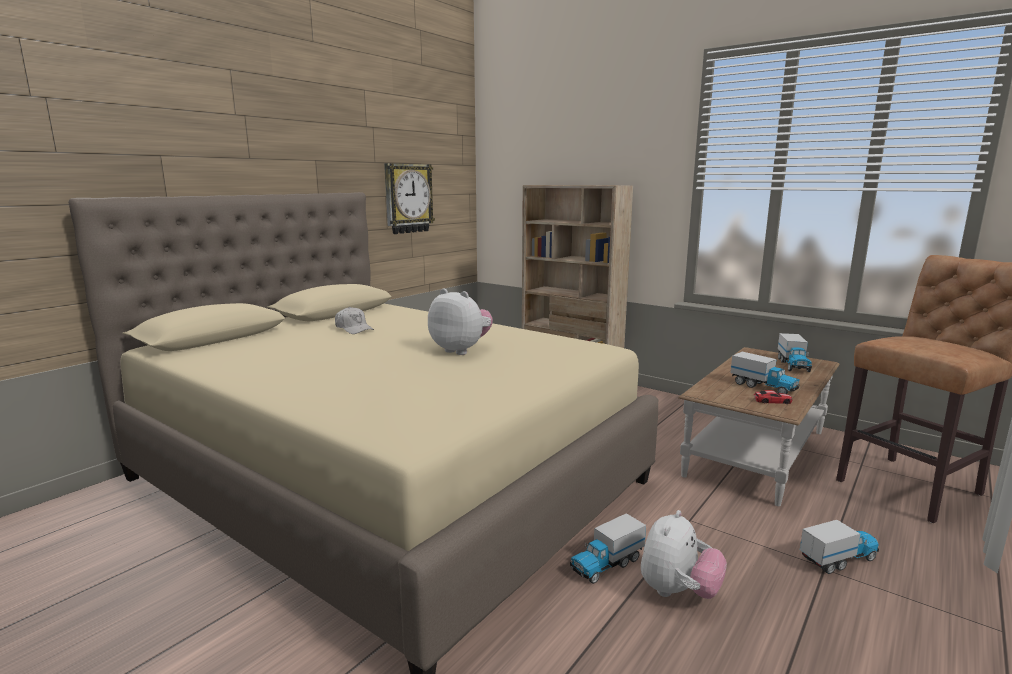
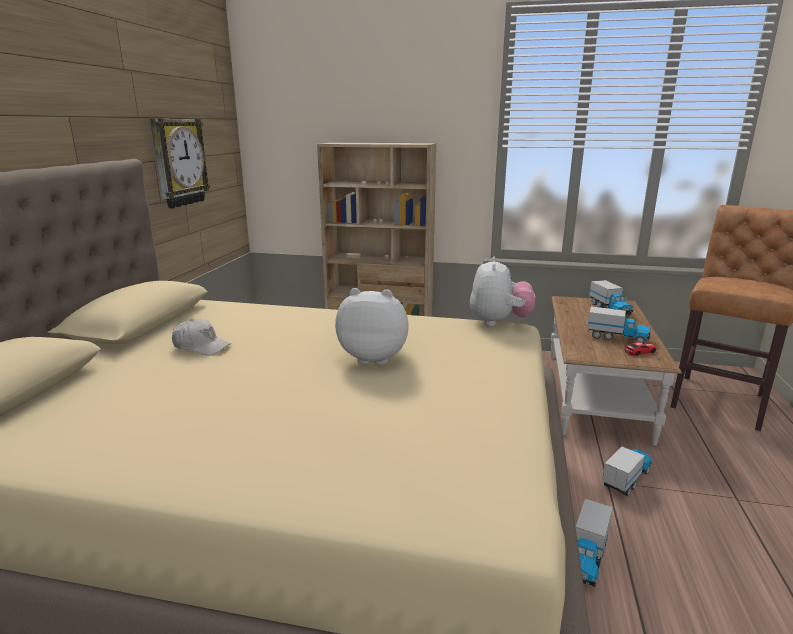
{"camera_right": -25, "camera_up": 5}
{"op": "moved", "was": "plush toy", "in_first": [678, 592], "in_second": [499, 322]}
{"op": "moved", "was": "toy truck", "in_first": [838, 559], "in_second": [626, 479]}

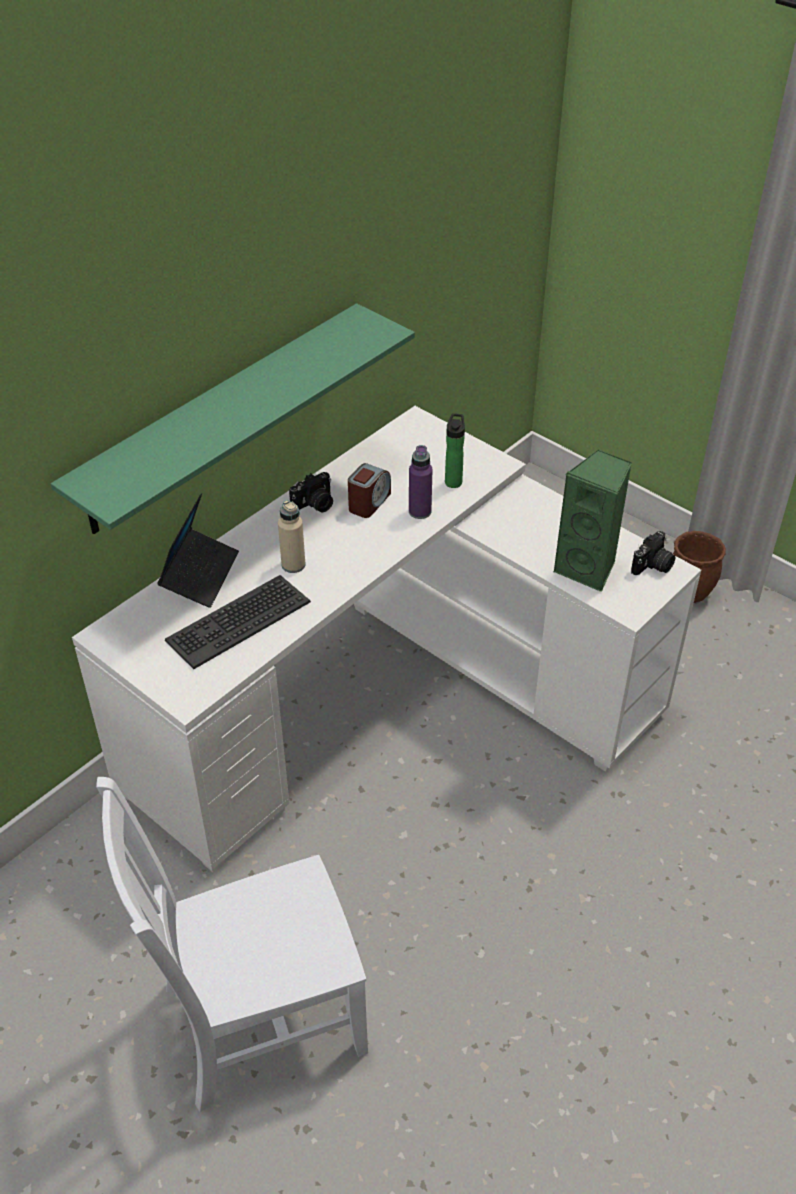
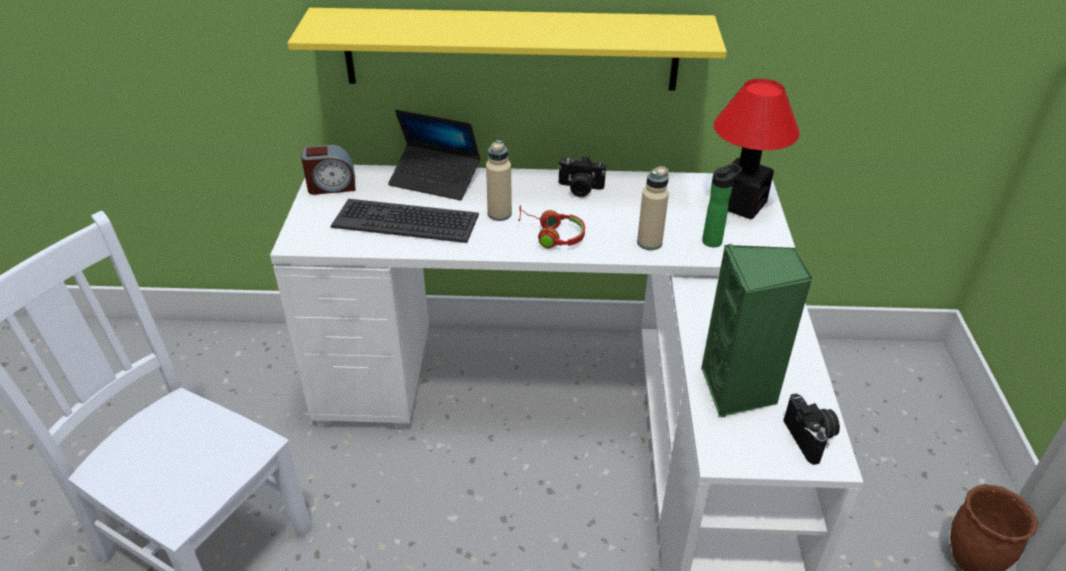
{"camera_right": 50, "camera_up": -5}
{"op": "recoloured", "was": "shelf in green", "now": "shelf in yellow", "in_first": [220, 418], "in_second": [511, 49]}
{"op": "moved", "was": "alarm clock", "in_first": [369, 502], "in_second": [331, 186]}
{"op": "turned", "was": "laptop", "in_first": [200, 574], "in_second": [435, 180], "clockwise": 45}
{"op": "added", "now": "headphones in red", "in_second": [551, 235]}
{"op": "recoloured", "was": "bottle in purple", "now": "bottle in beige", "in_first": [420, 511], "in_second": [649, 243]}
{"op": "added", "now": "table lamp", "in_second": [740, 205]}
{"op": "turned", "was": "photo camera", "in_first": [653, 566], "in_second": [811, 438], "clockwise": -105}

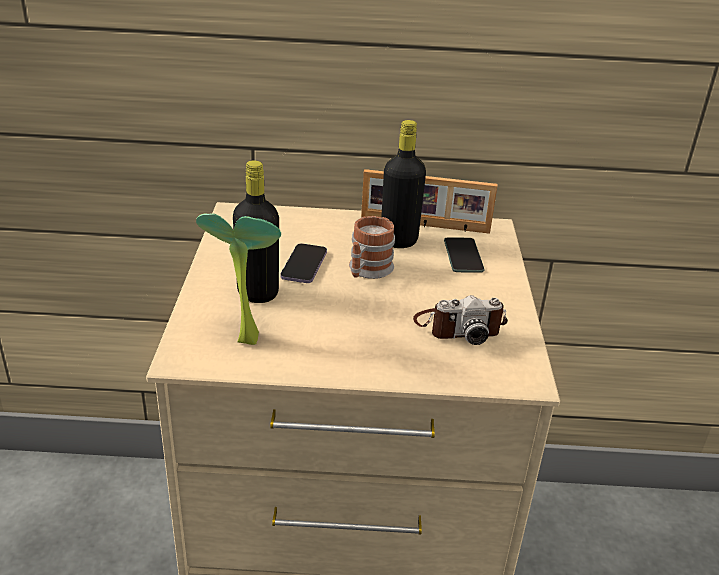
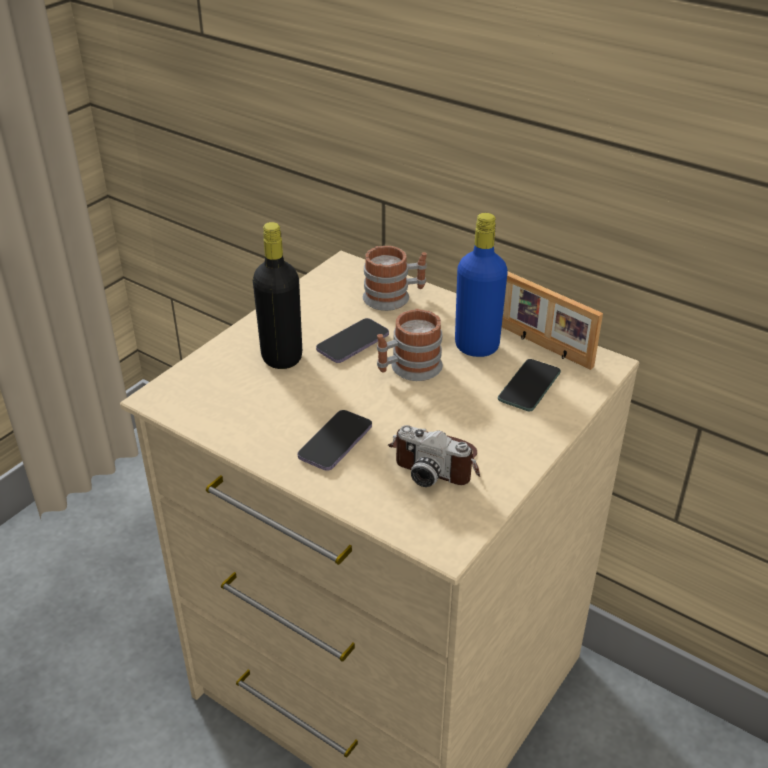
{"camera_right": 35, "camera_up": 5}
{"op": "added", "now": "phone", "in_second": [335, 442]}
{"op": "added", "now": "mug", "in_second": [394, 297]}
{"op": "recoloured", "was": "bottle in black", "now": "bottle in blue", "in_first": [399, 241], "in_second": [476, 346]}
{"op": "removed", "was": "potted plant", "in_first": [245, 336]}

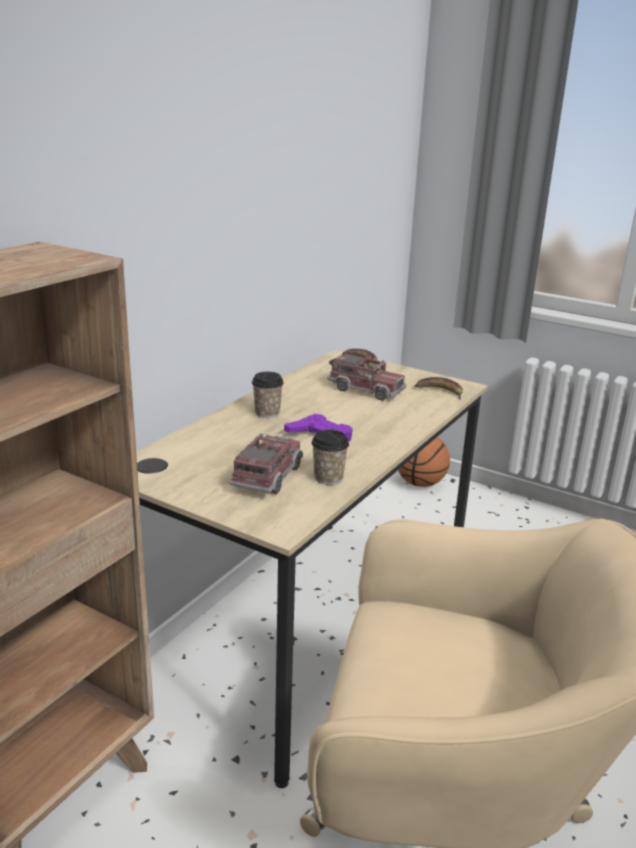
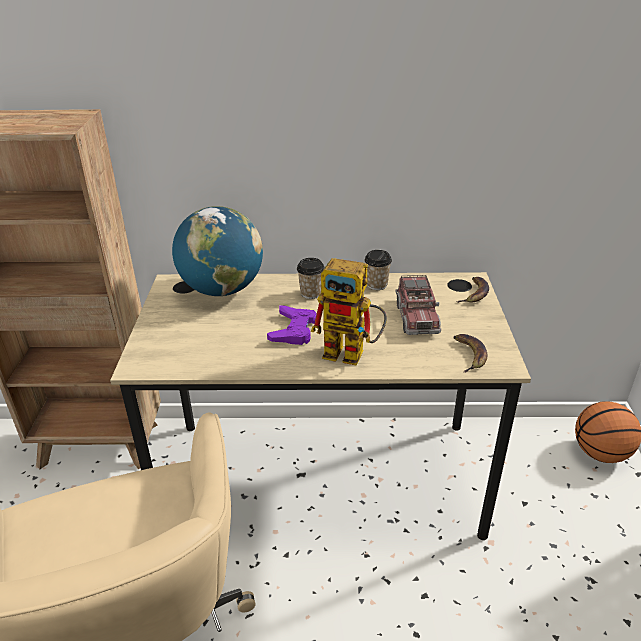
{"camera_right": 60, "camera_up": 10}
{"op": "added", "now": "globe", "in_second": [222, 289]}
{"op": "added", "now": "toy robot", "in_second": [353, 353]}
{"op": "moved", "was": "cup", "in_first": [328, 478], "in_second": [377, 285]}
{"op": "removed", "was": "toy truck", "in_first": [267, 477]}

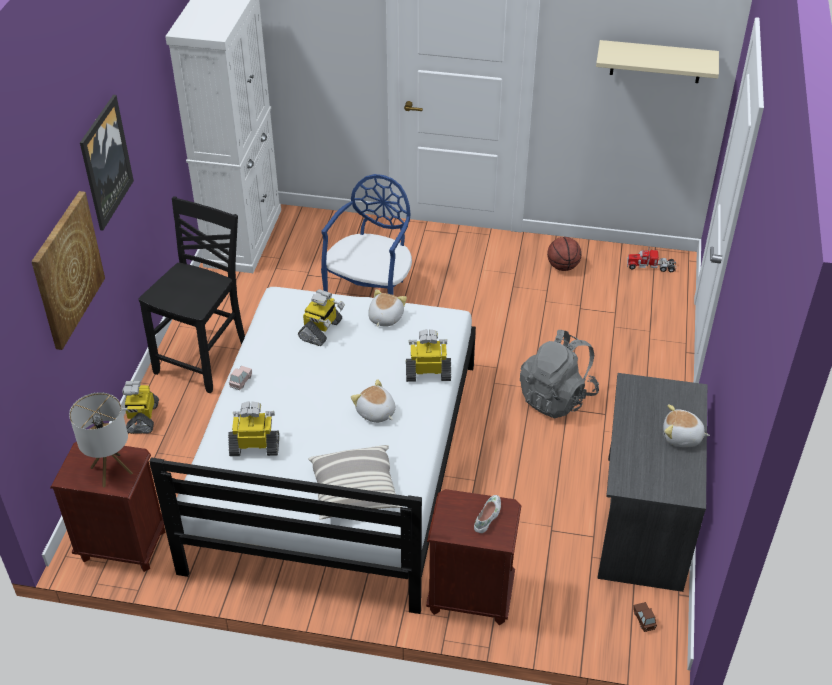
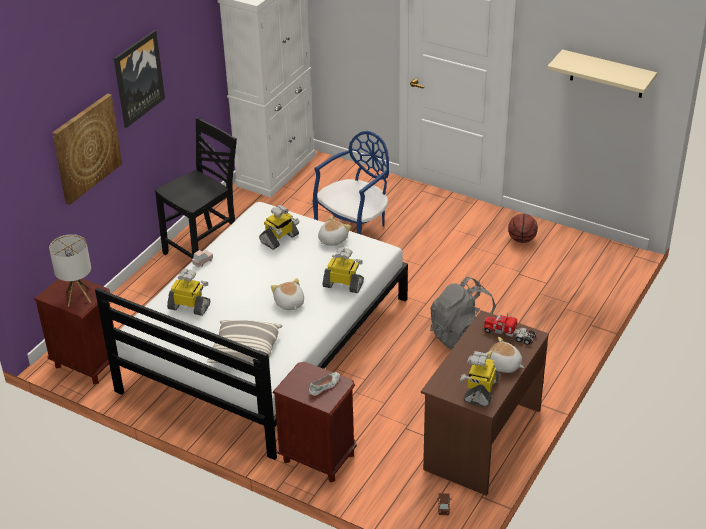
{"camera_right": 20, "camera_up": -5}
{"op": "recoloured", "was": "desk in grey", "now": "desk in brown", "in_first": [641, 521], "in_second": [481, 439]}
{"op": "moved", "was": "toy robot", "in_first": [142, 418], "in_second": [480, 390]}
{"op": "moved", "was": "toy truck", "in_first": [651, 266], "in_second": [509, 334]}

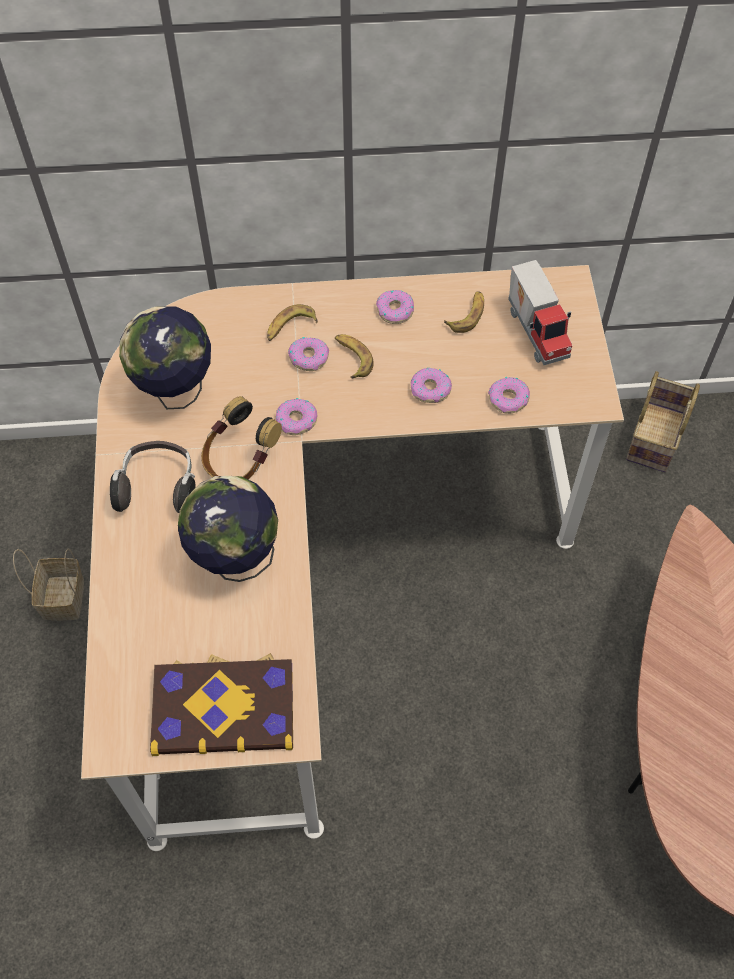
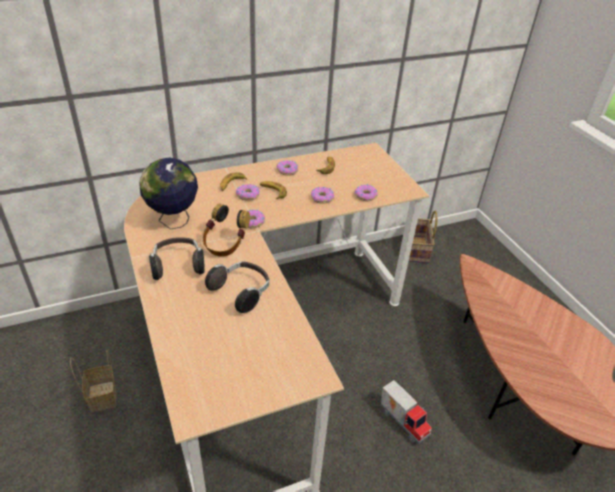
{"camera_right": -20, "camera_up": -20}
{"op": "replaced", "was": "globe", "now": "headphones", "in_first": [235, 560], "in_second": [241, 292]}
{"op": "moved", "was": "toy truck", "in_first": [538, 331], "in_second": [404, 421]}
{"op": "removed", "was": "book", "in_first": [223, 706]}

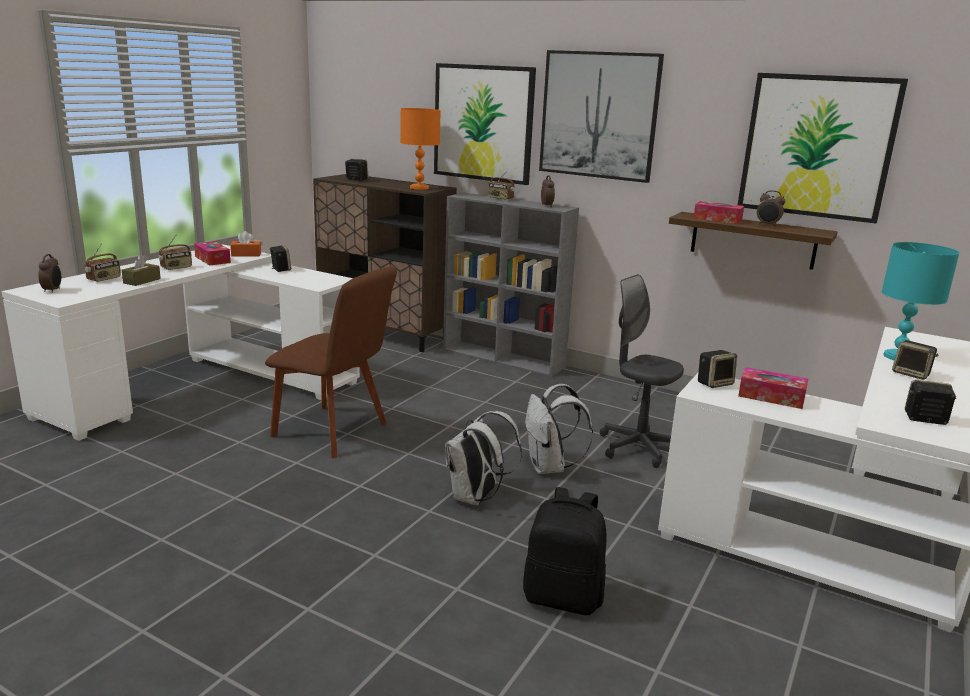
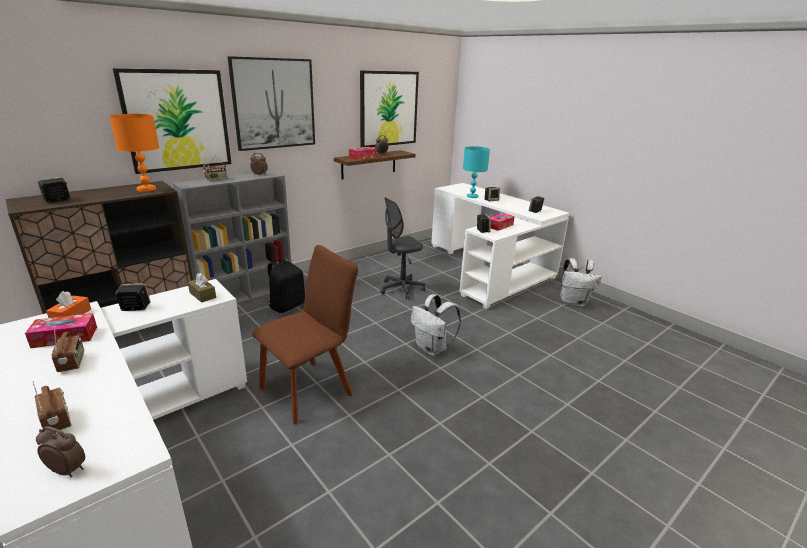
{"camera_right": -70, "camera_up": 5}
{"op": "moved", "was": "tissue box in brown", "in_first": [142, 281], "in_second": [202, 295]}
{"op": "moved", "was": "backpack in black", "in_first": [563, 597], "in_second": [287, 306]}
{"op": "moved", "was": "backpack in white", "in_first": [549, 467], "in_second": [573, 302]}

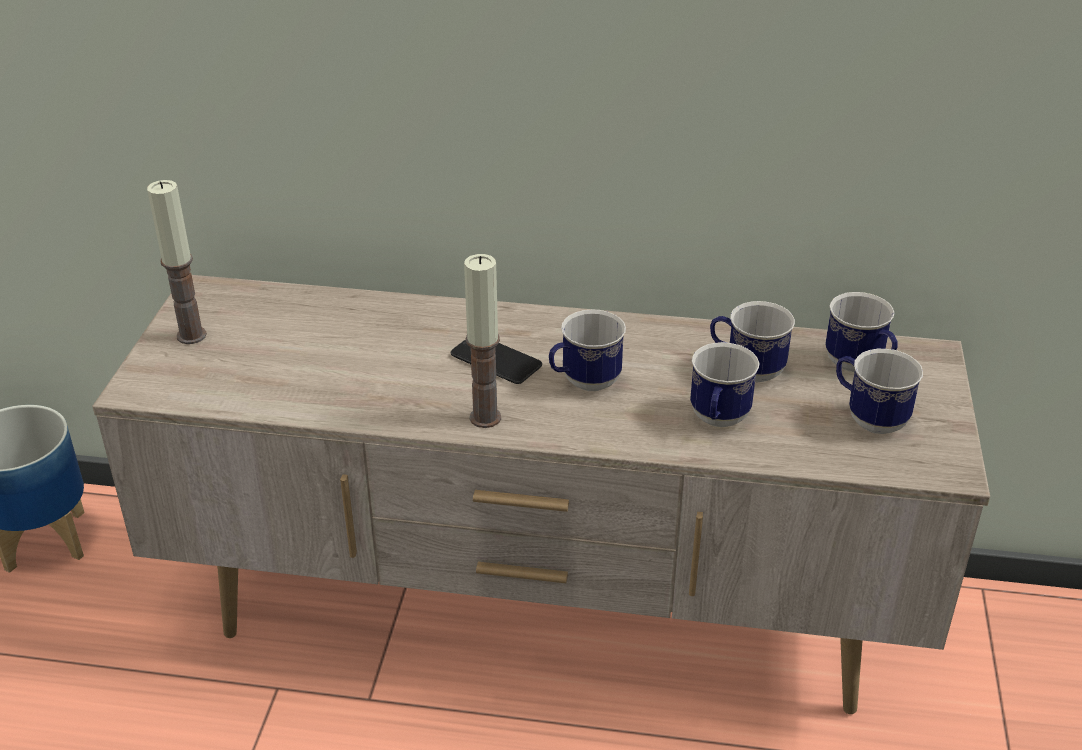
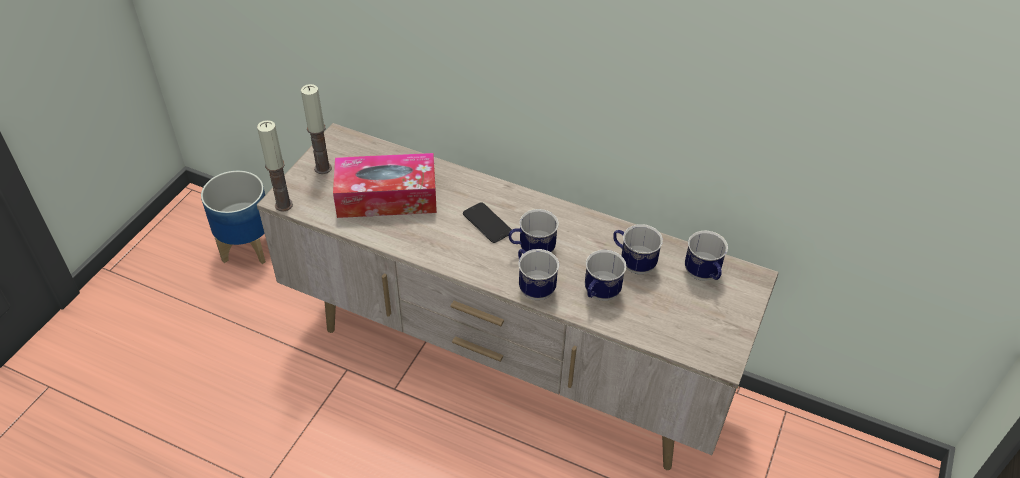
{"camera_right": 15, "camera_up": 10}
{"op": "moved", "was": "candle", "in_first": [485, 418], "in_second": [283, 205]}
{"op": "added", "now": "tissue box", "in_second": [387, 197]}
{"op": "moved", "was": "mug", "in_first": [868, 418], "in_second": [533, 287]}

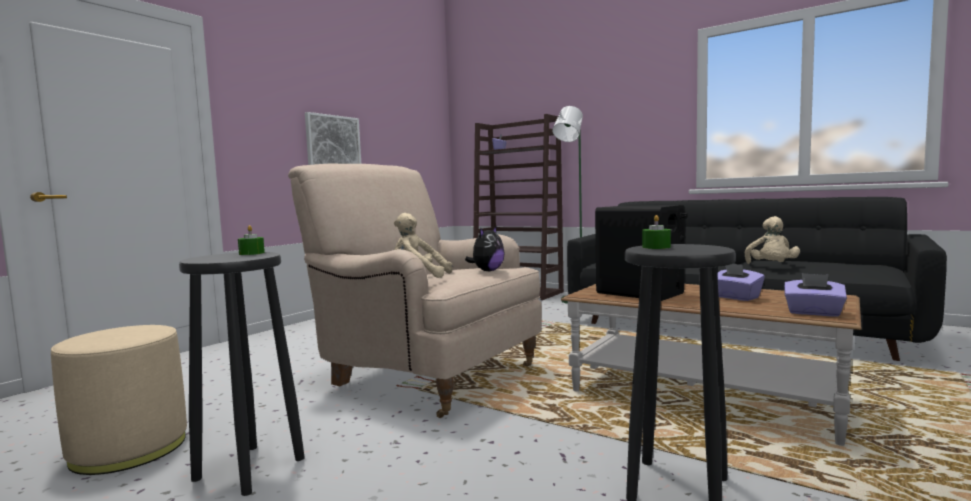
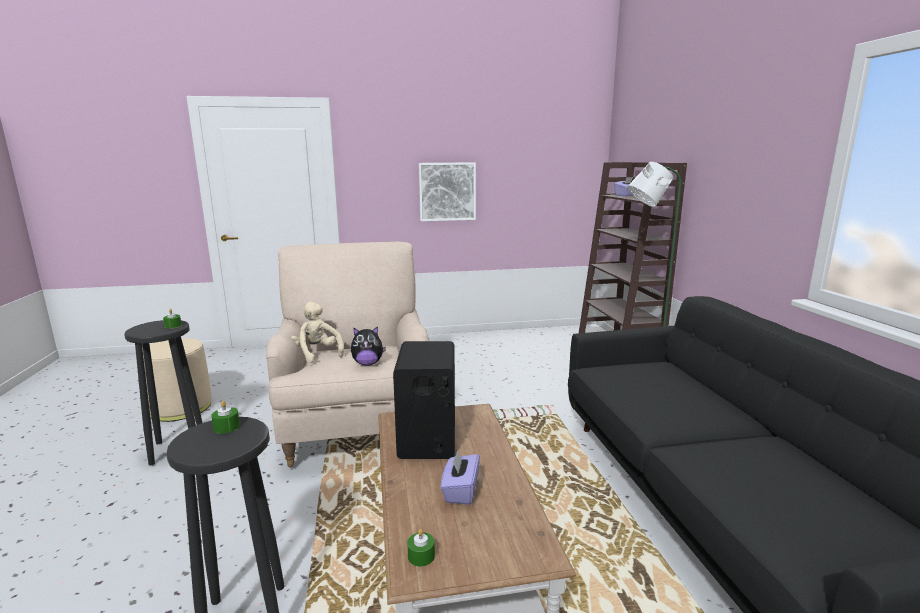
{"camera_right": 45, "camera_up": 10}
{"op": "replaced", "was": "tissue box in purple", "now": "candle in green", "in_first": [813, 313], "in_second": [421, 556]}
{"op": "removed", "was": "plush toy in beige", "in_first": [771, 266]}

